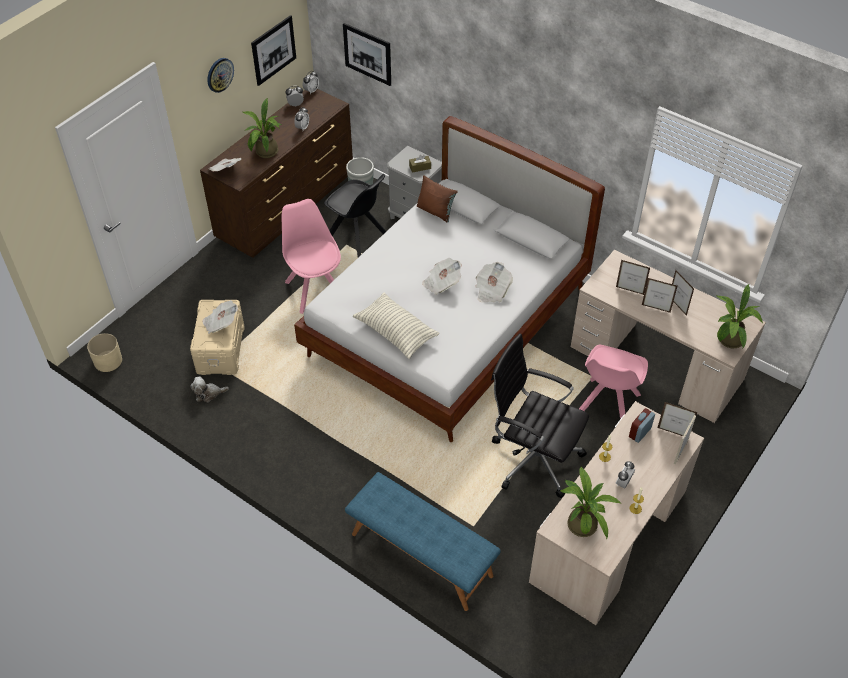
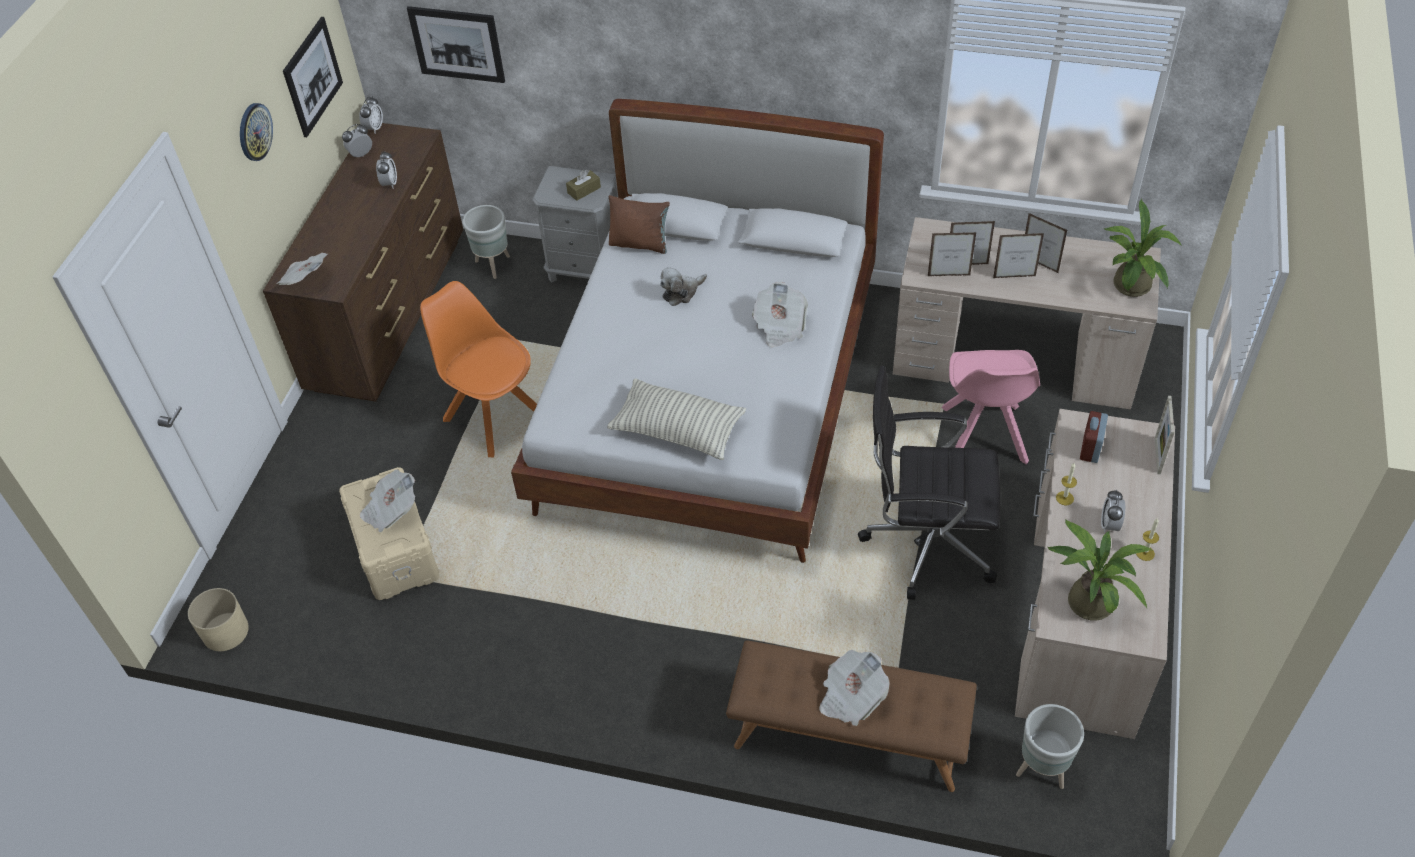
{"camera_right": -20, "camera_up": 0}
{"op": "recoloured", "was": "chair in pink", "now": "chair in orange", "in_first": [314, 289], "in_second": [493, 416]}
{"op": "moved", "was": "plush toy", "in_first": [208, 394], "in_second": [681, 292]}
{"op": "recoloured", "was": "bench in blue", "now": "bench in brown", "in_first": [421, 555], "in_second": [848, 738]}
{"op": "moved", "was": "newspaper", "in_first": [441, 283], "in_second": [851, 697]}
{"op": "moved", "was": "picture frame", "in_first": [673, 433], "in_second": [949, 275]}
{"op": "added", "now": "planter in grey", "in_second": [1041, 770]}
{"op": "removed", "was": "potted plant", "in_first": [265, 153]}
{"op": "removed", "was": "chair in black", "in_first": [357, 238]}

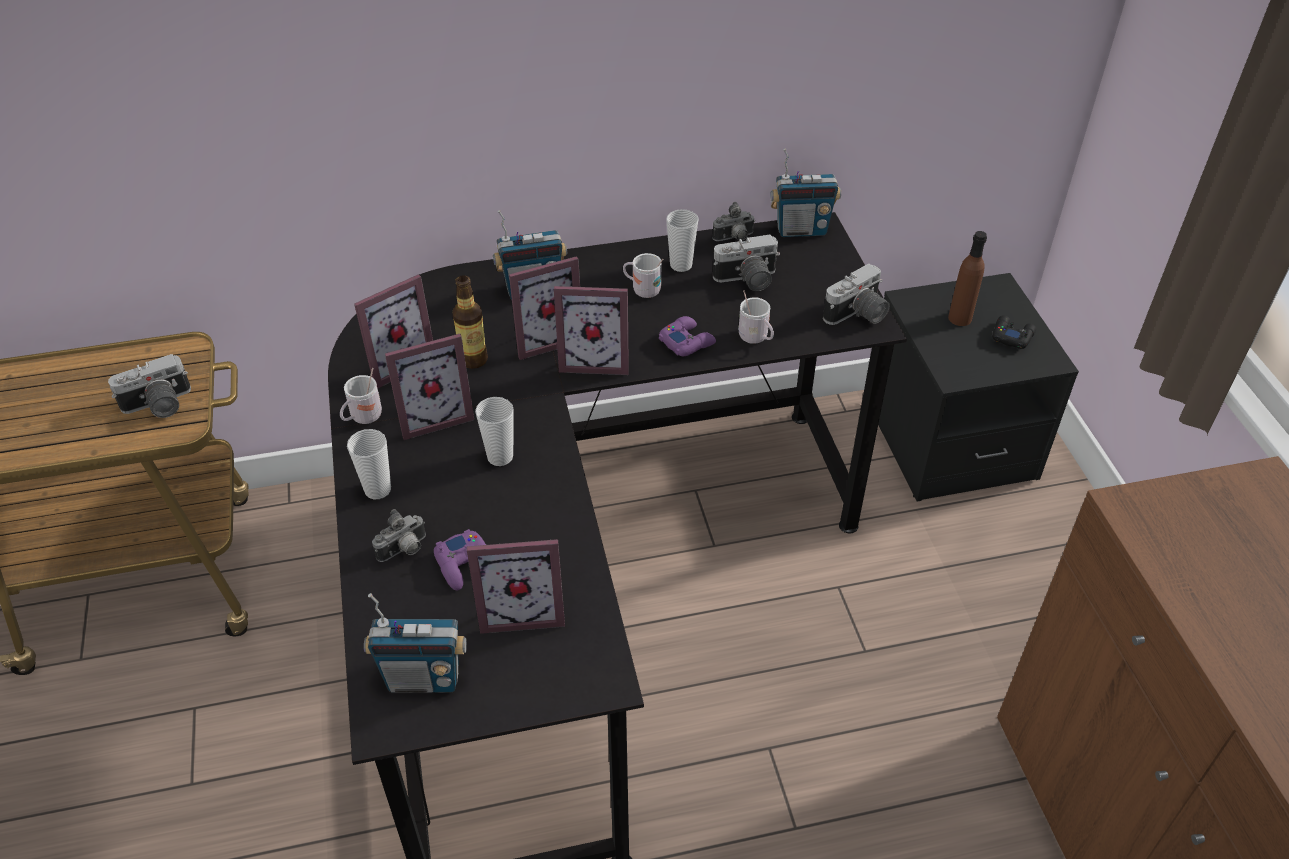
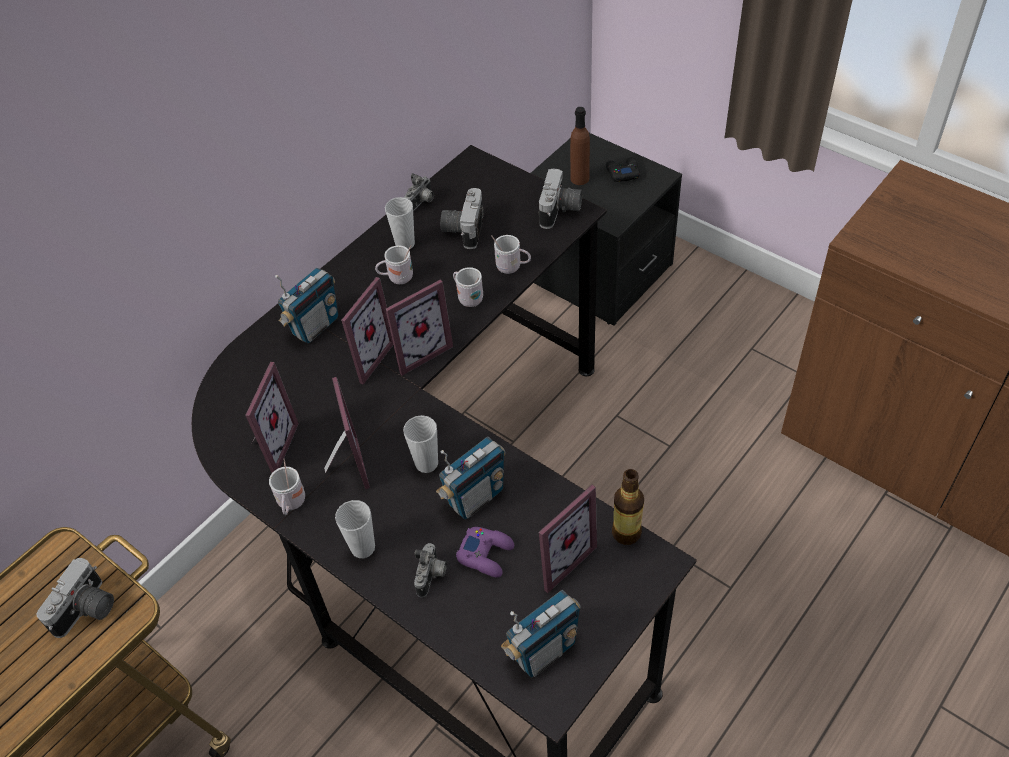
{"camera_right": -35, "camera_up": 5}
{"op": "turned", "was": "picture frame", "in_first": [433, 416], "in_second": [344, 467], "clockwise": -45}
{"op": "moved", "was": "radio", "in_first": [801, 230], "in_second": [475, 497]}
{"op": "turned", "was": "photo camera", "in_first": [747, 280], "in_second": [463, 228], "clockwise": 150}
{"op": "replaced", "was": "game controller in purple", "now": "mug in white", "in_first": [687, 341], "in_second": [468, 297]}
{"op": "moved", "was": "bottle", "in_first": [473, 359], "in_second": [626, 533]}

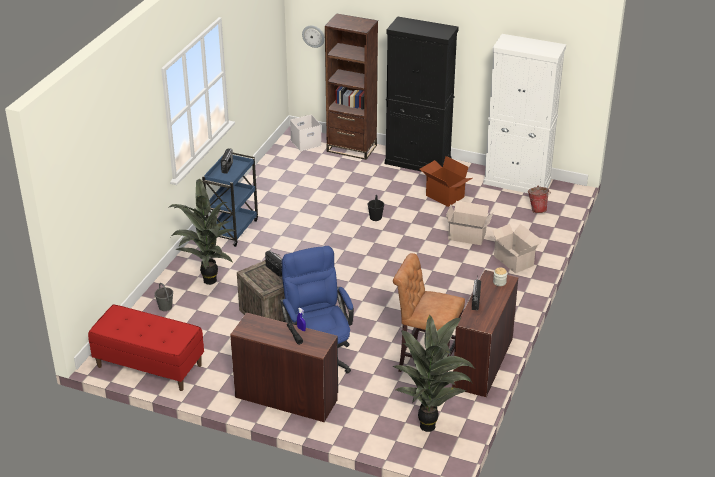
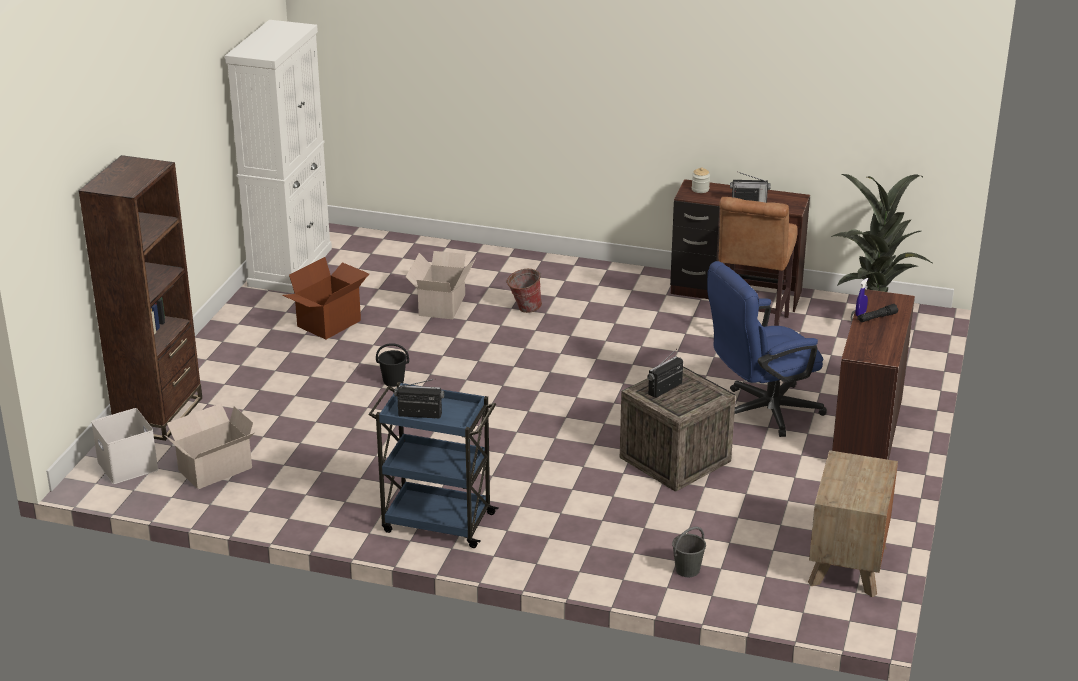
{"camera_right": -95, "camera_up": -5}
{"op": "moved", "was": "cardboard box", "in_first": [513, 260], "in_second": [213, 470]}
{"op": "moved", "was": "bucket", "in_first": [537, 209], "in_second": [524, 309]}
{"op": "replaced", "was": "bench in red", "now": "nightstand in brown", "in_first": [149, 366], "in_second": [848, 565]}
{"op": "removed", "was": "potted plant", "in_first": [207, 281]}
{"op": "removed", "was": "wall clock", "in_first": [313, 36]}
{"op": "removed", "was": "cabinet in black", "in_first": [418, 162]}

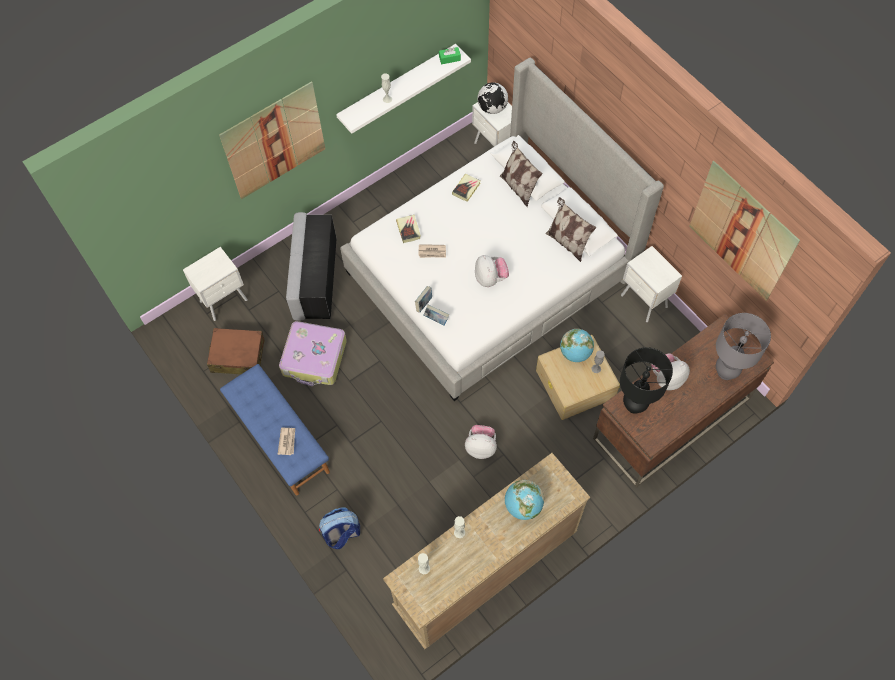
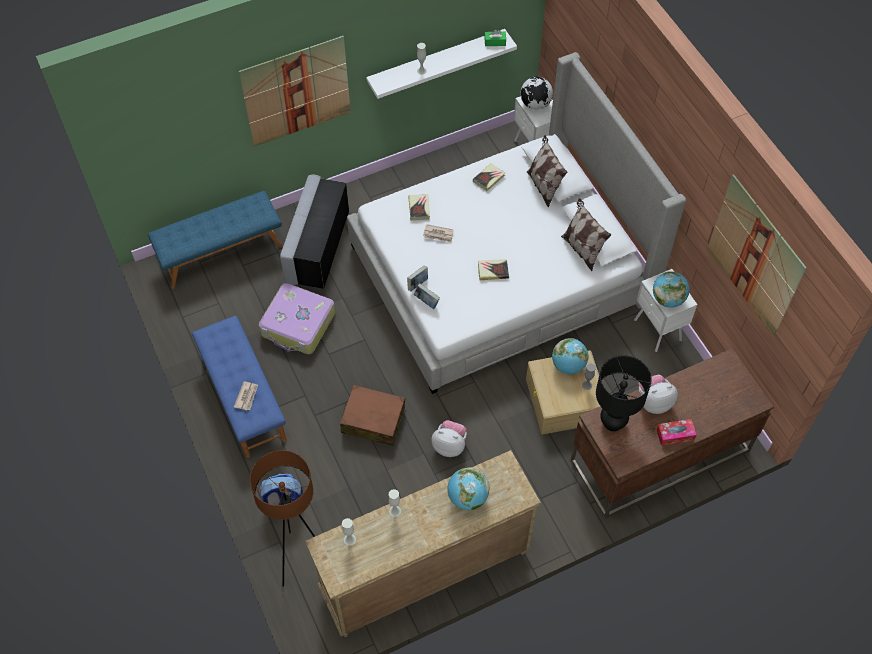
{"camera_right": 10, "camera_up": -5}
{"op": "replaced", "was": "nightstand in white", "now": "bench in blue", "in_first": [225, 301], "in_second": [221, 252]}
{"op": "added", "now": "floor lamp in brown", "in_second": [302, 559]}
{"op": "moved", "was": "suitcase in brown", "in_first": [237, 356], "in_second": [373, 420]}
{"op": "replaced", "was": "plush toy", "now": "book", "in_first": [490, 278], "in_second": [493, 271]}
{"op": "added", "now": "globe", "in_second": [668, 299]}
{"op": "added", "now": "tissue box", "in_second": [675, 434]}
{"op": "removed", "was": "table lamp in grey", "in_first": [725, 372]}

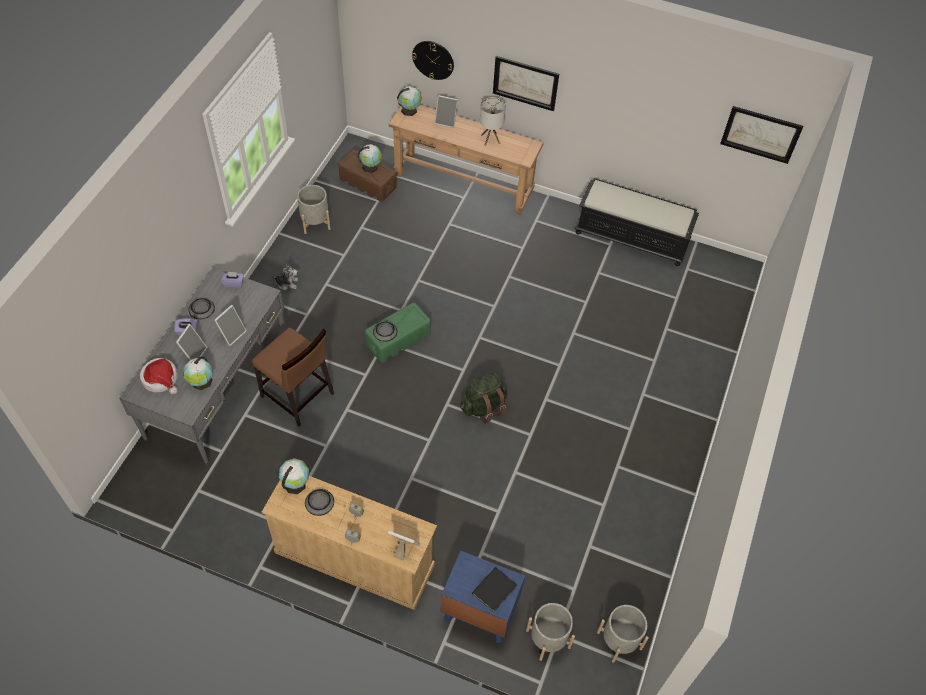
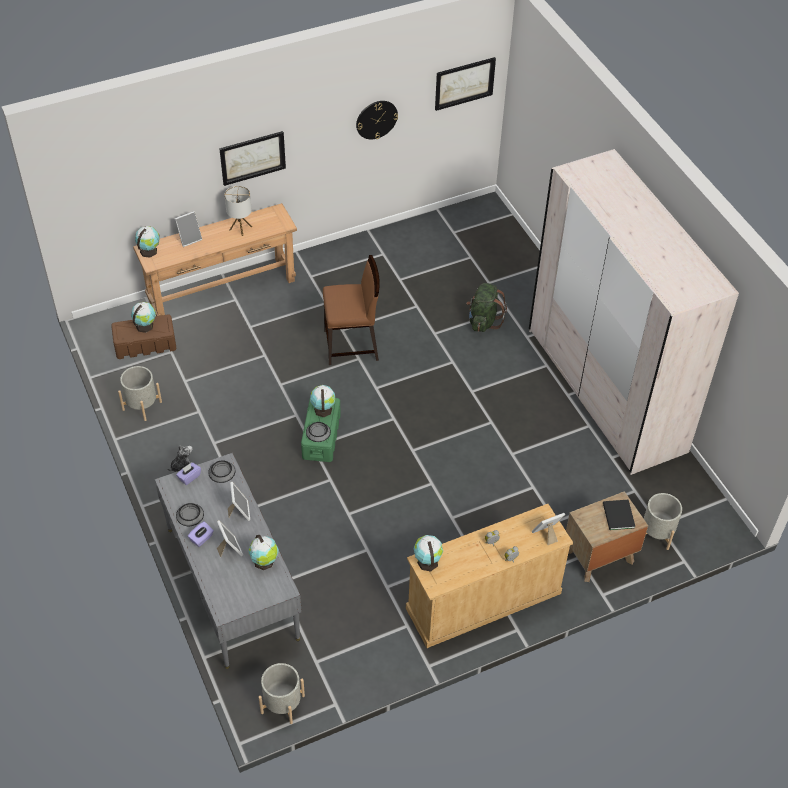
{"camera_right": -45, "camera_up": -5}
{"op": "moved", "was": "bowl", "in_first": [319, 502], "in_second": [221, 471]}
{"op": "moved", "was": "planter in grey", "in_first": [619, 640], "in_second": [282, 704]}
{"op": "added", "now": "globe", "in_second": [323, 409]}
{"op": "moved", "was": "chair in brown", "in_first": [297, 396], "in_second": [352, 345]}
{"op": "moved", "was": "wall clock", "in_first": [433, 60], "in_second": [376, 119]}
{"op": "moved", "was": "backpack in green", "in_first": [483, 407], "in_second": [483, 321]}
{"op": "added", "now": "wardrobe in beige", "in_second": [606, 390]}
{"op": "recoloured", "was": "nightstand in blue", "now": "nightstand in brown", "in_first": [479, 611], "in_second": [599, 556]}
{"op": "removed", "was": "hat", "in_first": [161, 379]}
{"op": "removed", "was": "bench in black", "in_first": [632, 237]}

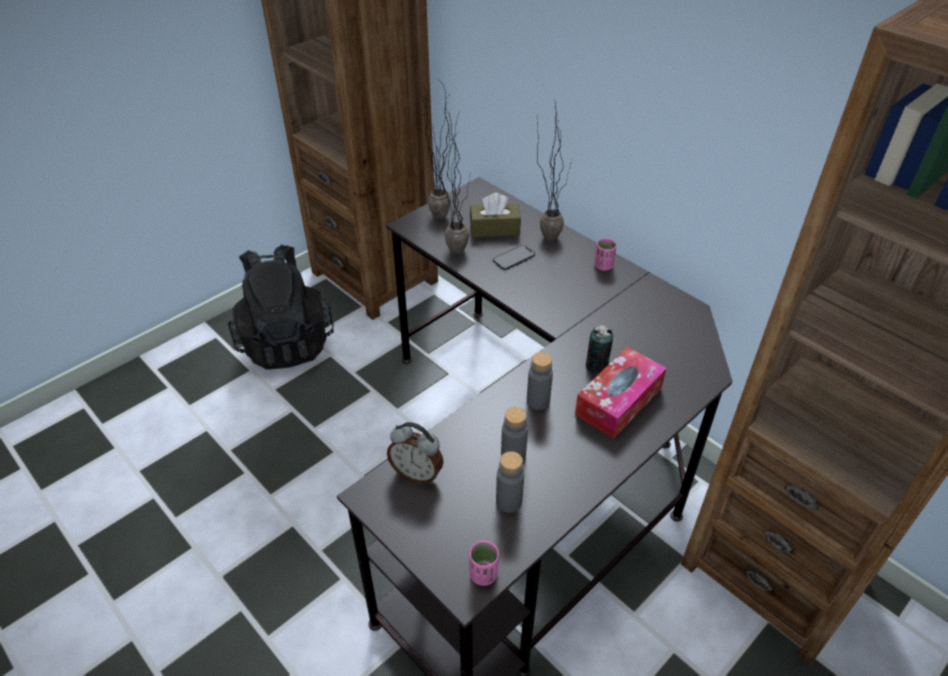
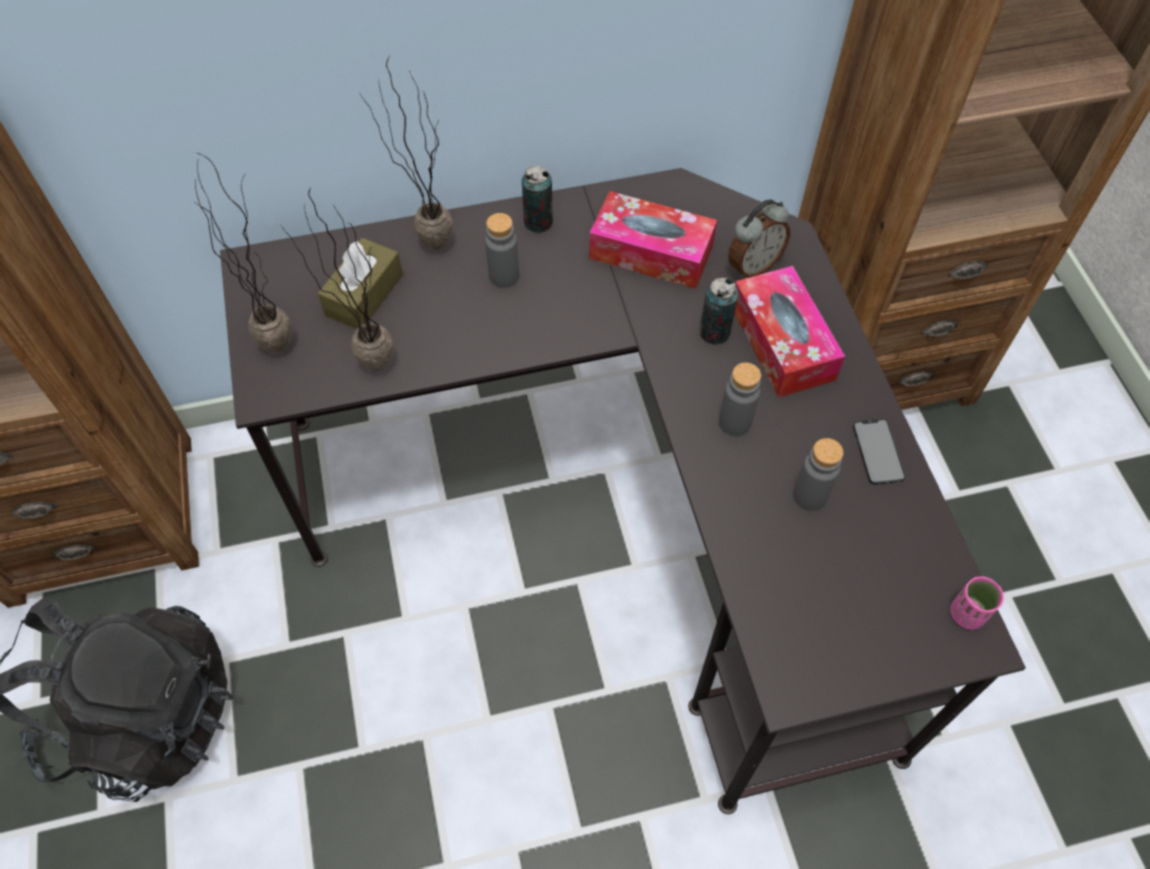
{"camera_right": -60, "camera_up": 15}
{"op": "moved", "was": "bottle in grey", "in_first": [509, 501], "in_second": [504, 276]}
{"op": "replaced", "was": "cup in pink", "now": "can", "in_first": [603, 266], "in_second": [538, 222]}
{"op": "added", "now": "tissue box", "in_second": [651, 252]}
{"op": "moved", "was": "alarm clock", "in_first": [417, 473], "in_second": [753, 266]}
{"op": "moved", "was": "phone", "in_first": [514, 258], "in_second": [878, 451]}

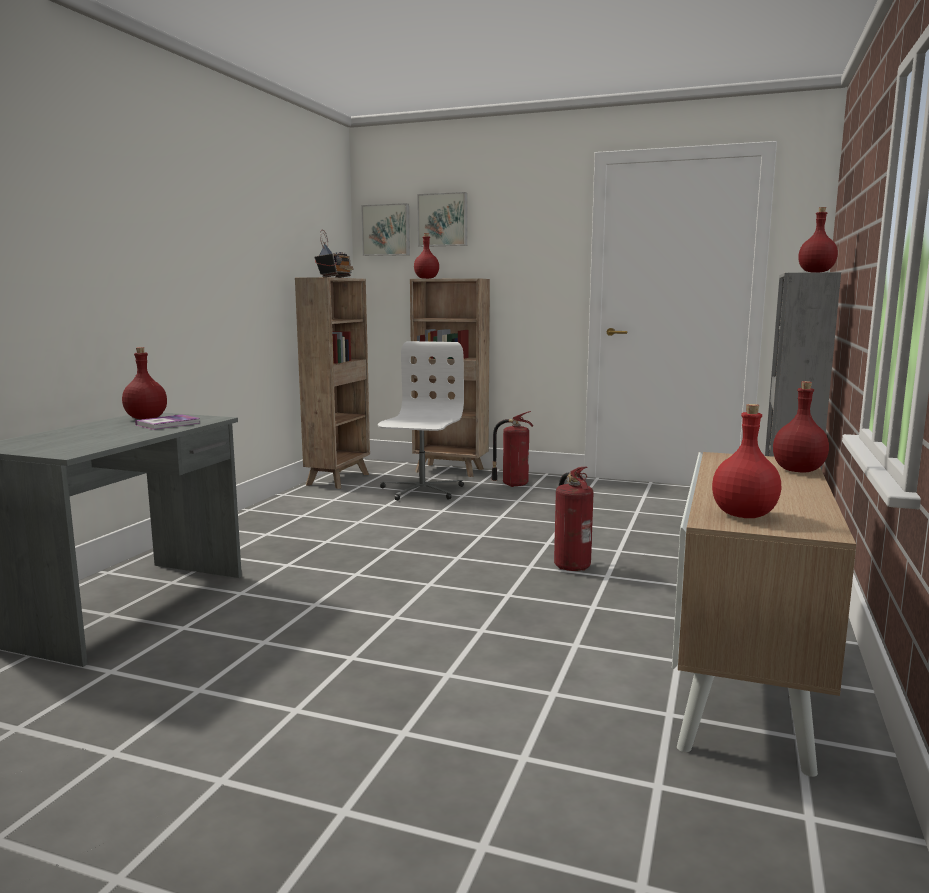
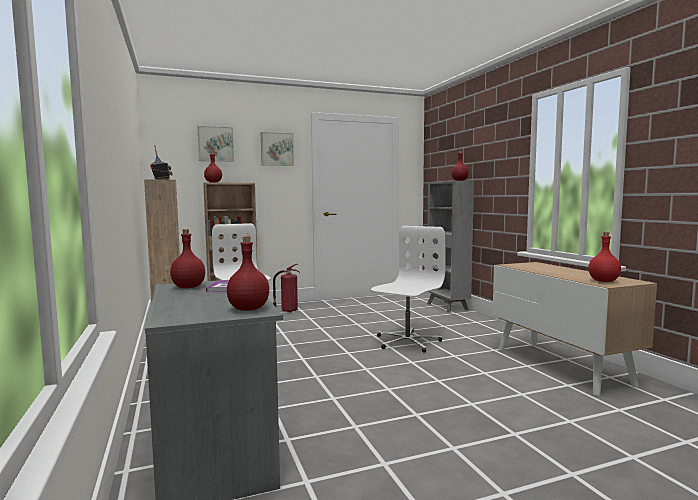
{"camera_right": -40, "camera_up": -5}
{"op": "moved", "was": "bottle in red", "in_first": [799, 470], "in_second": [249, 309]}
{"op": "moved", "was": "picture", "in_first": [386, 230], "in_second": [277, 149]}
{"op": "replaced", "was": "fire extinguisher", "now": "office chair in white", "in_first": [571, 566], "in_second": [406, 342]}

